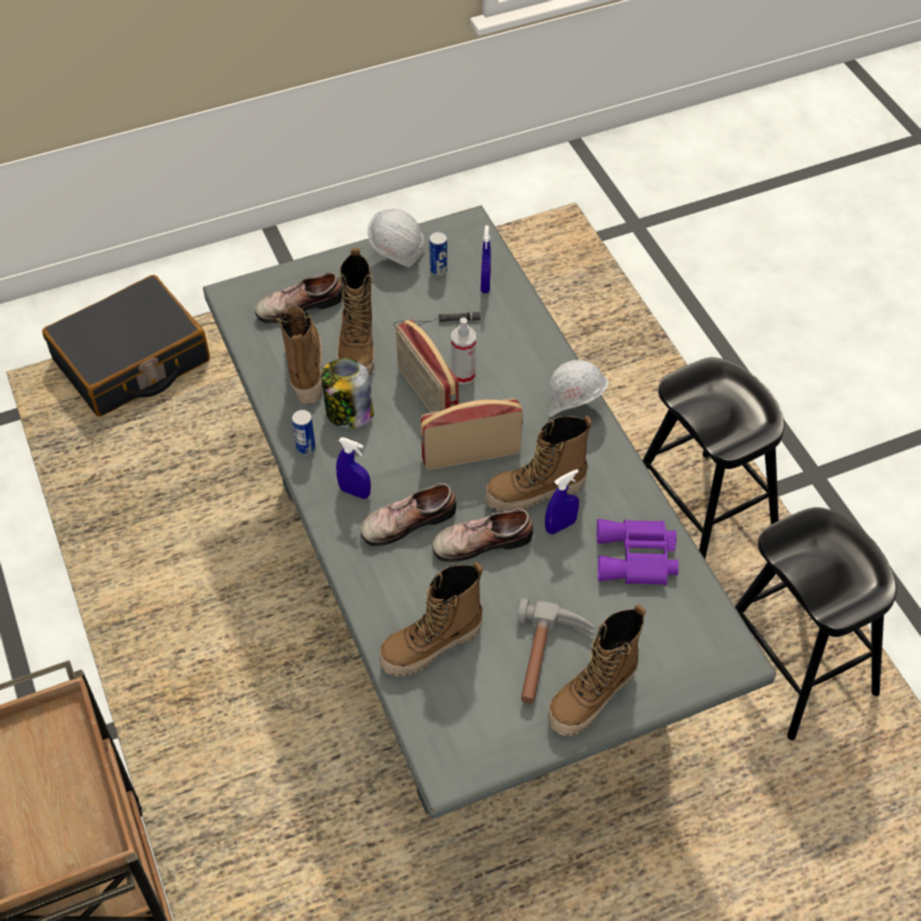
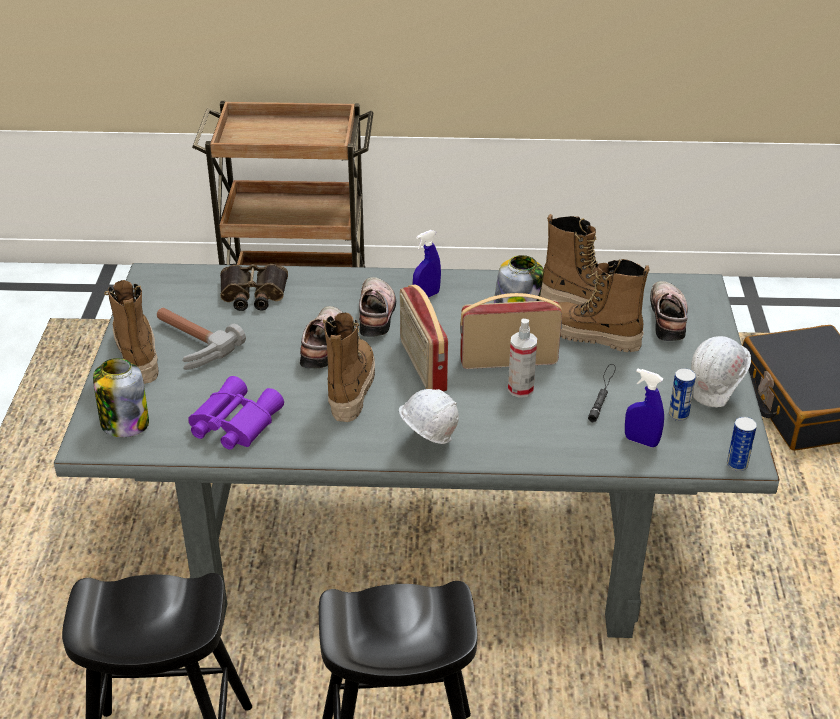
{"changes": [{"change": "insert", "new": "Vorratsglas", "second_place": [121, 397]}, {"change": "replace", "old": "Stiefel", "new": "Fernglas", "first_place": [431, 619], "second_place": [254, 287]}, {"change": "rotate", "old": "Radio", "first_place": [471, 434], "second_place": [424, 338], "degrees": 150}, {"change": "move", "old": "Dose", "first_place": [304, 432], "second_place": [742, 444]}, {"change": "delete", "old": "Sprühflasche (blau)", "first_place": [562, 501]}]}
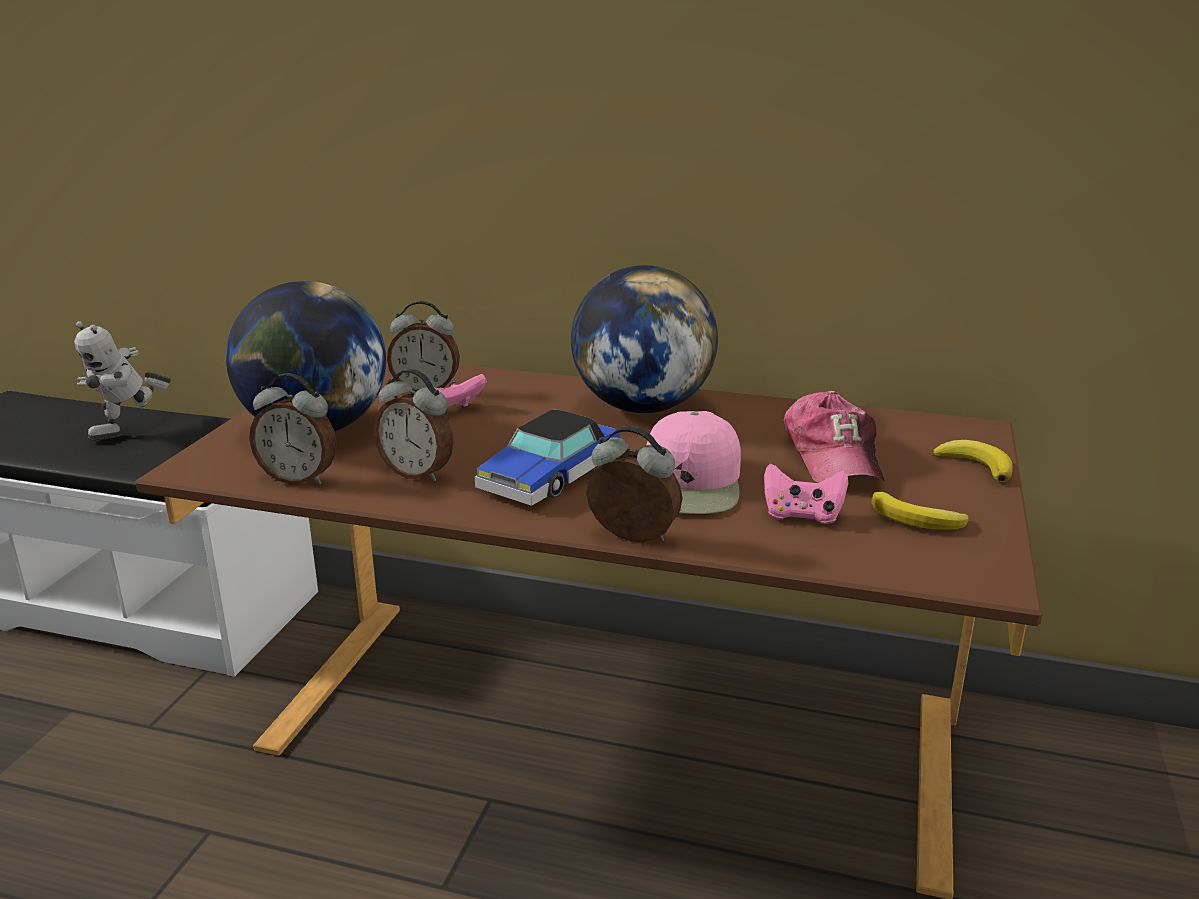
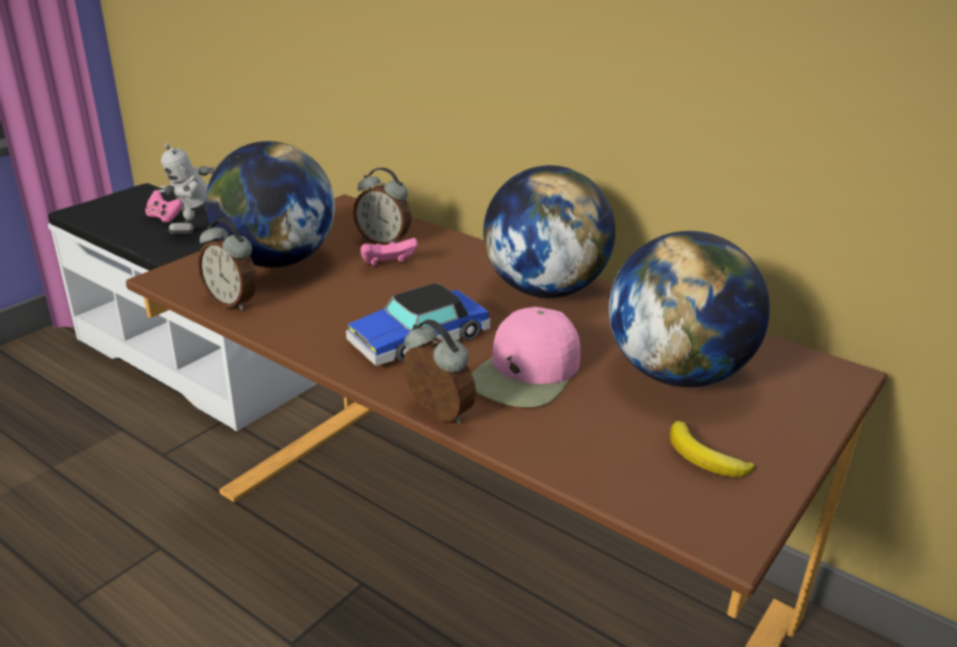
{"changes": [{"change": "move", "old": "Gamepad (rosa)", "first_place": [806, 494], "second_place": [164, 206]}, {"change": "replace", "old": "Kappe", "new": "Globus", "first_place": [834, 437], "second_place": [689, 309]}, {"change": "delete", "old": "Wecker", "first_place": [413, 425]}, {"change": "delete", "old": "Banane", "first_place": [972, 461]}]}
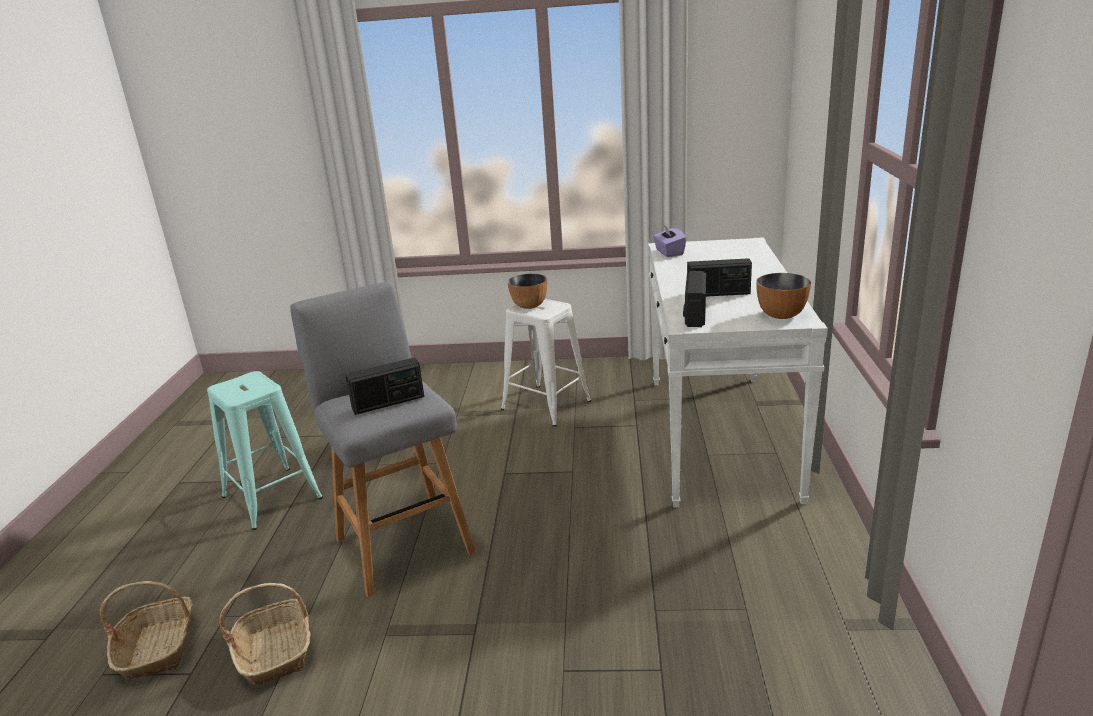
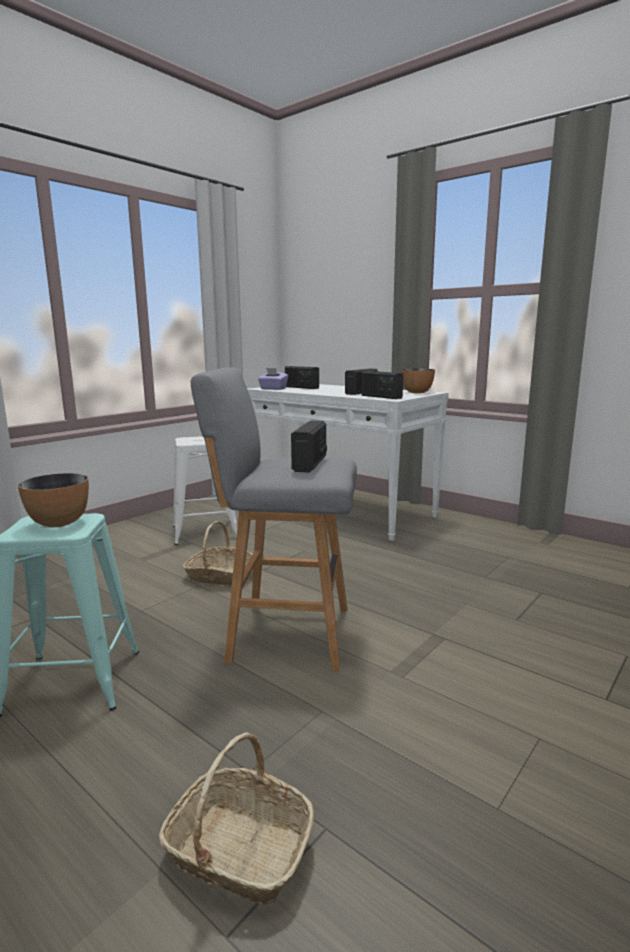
{"changes": [{"change": "move", "old": "Schüssel", "first_place": [527, 291], "second_place": [53, 500]}, {"change": "move", "old": "Korb", "first_place": [264, 634], "second_place": [218, 553]}, {"change": "insert", "new": "Radio", "second_place": [302, 377]}]}
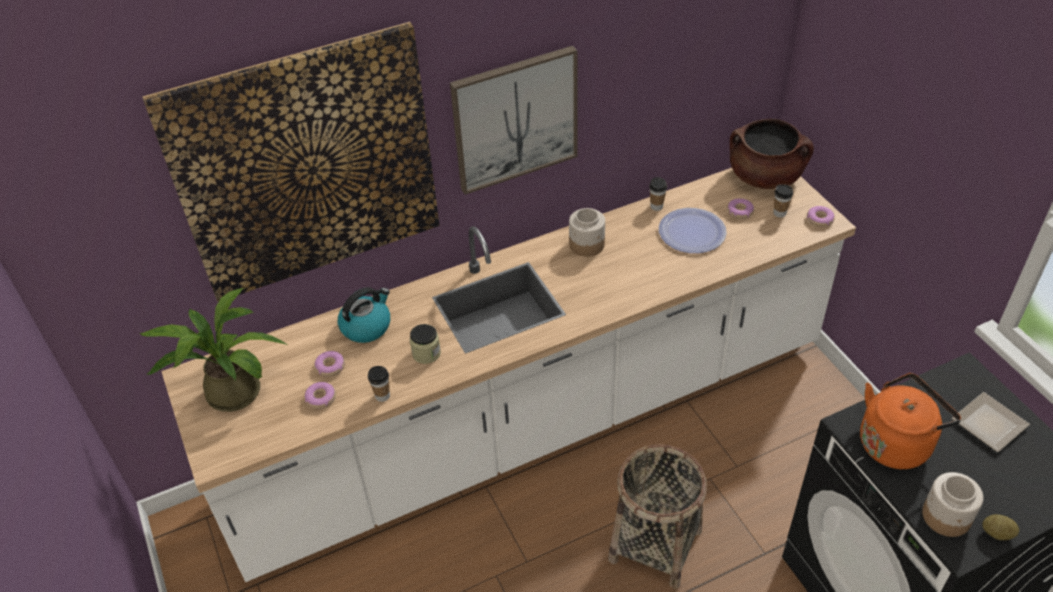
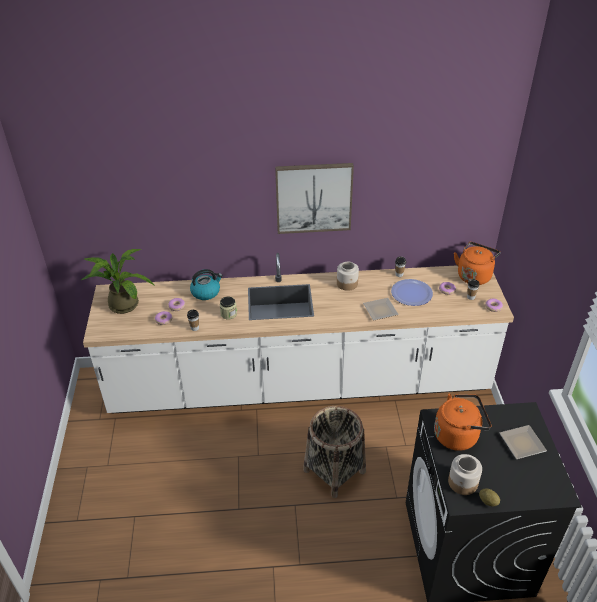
{"changes": [{"change": "insert", "new": "Teller", "second_place": [381, 309]}, {"change": "replace", "old": "Kochtopf (braun)", "new": "Wasserkessel (orange)", "first_place": [772, 154], "second_place": [477, 263]}, {"change": "delete", "old": "Bild", "first_place": [291, 162]}]}
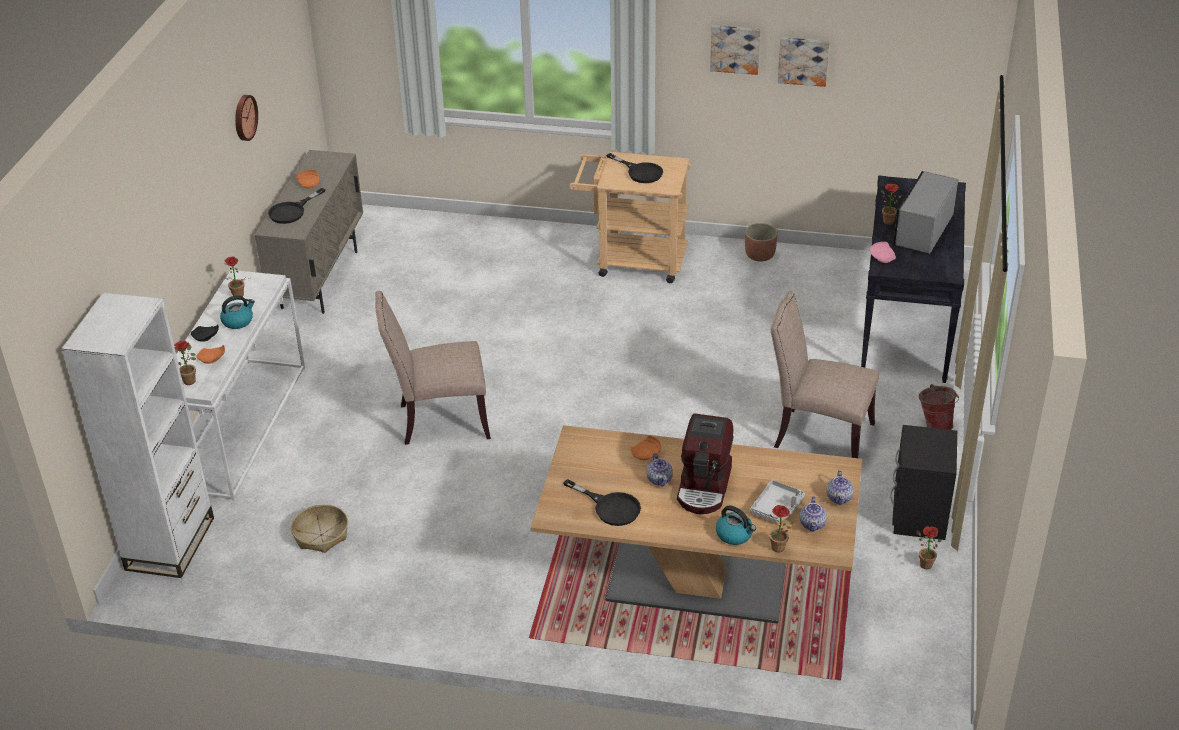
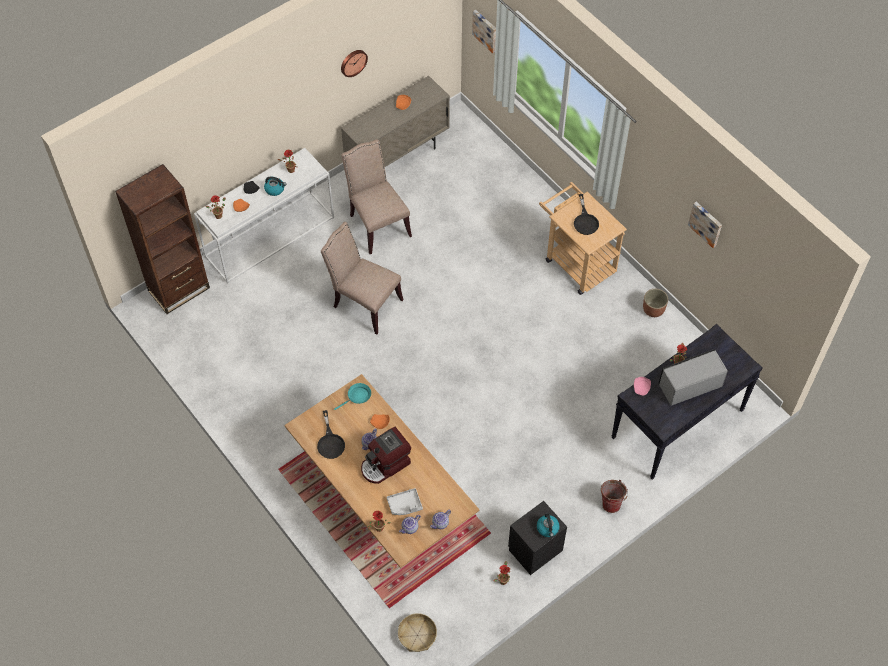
{"changes": [{"change": "recolor", "old": "Bücherregal (weiß)", "new": "Bücherregal (braun)", "first_place": [137, 435], "second_place": [162, 239]}, {"change": "insert", "new": "Pfanne (türkis)", "second_place": [352, 396]}, {"change": "move", "old": "Stuhl (beige)", "first_place": [824, 374], "second_place": [376, 196]}, {"change": "move", "old": "Korb", "first_place": [319, 528], "second_place": [417, 632]}, {"change": "move", "old": "Bild", "first_place": [735, 50], "second_place": [484, 31]}, {"change": "move", "old": "Wasserkessel", "first_place": [736, 525], "second_place": [548, 525]}, {"change": "delete", "old": "Pfanne (schwarz)", "first_place": [296, 206]}]}
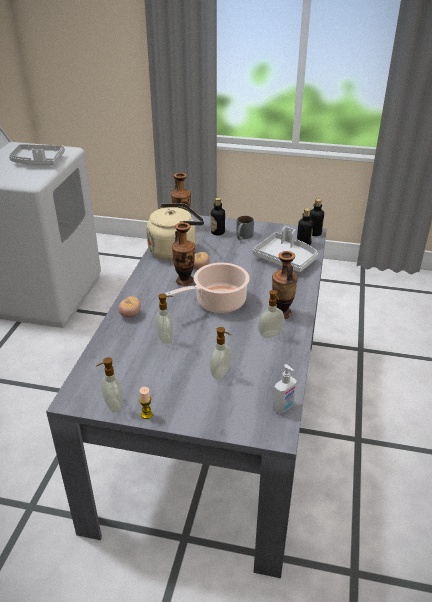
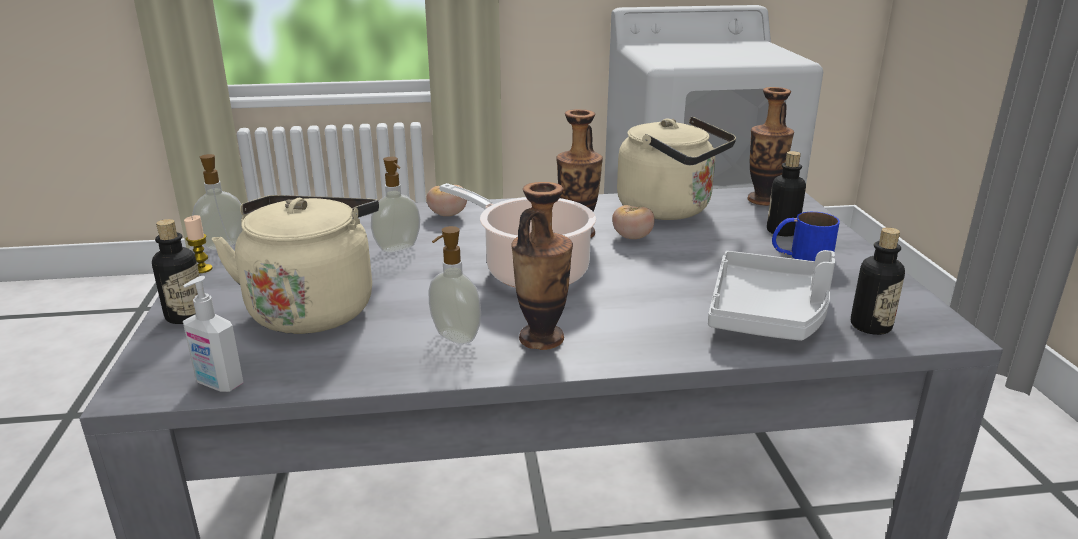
{"changes": [{"change": "move", "old": "Flasche", "first_place": [317, 217], "second_place": [175, 271]}, {"change": "replace", "old": "Seifenspender", "new": "Wasserkessel (beige)", "first_place": [220, 353], "second_place": [295, 264]}, {"change": "recolor", "old": "Henkelbecher (grau)", "new": "Henkelbecher (blau)", "first_place": [245, 228], "second_place": [806, 236]}, {"change": "delete", "old": "Tablett (grau)", "first_place": [37, 154]}]}
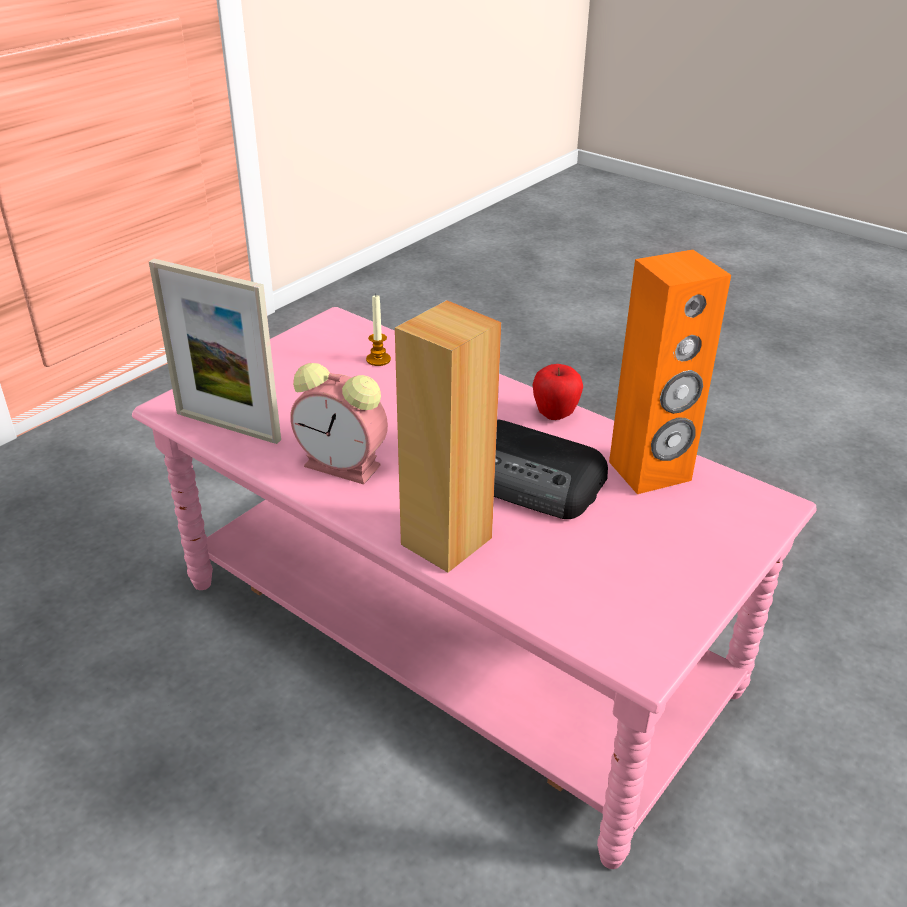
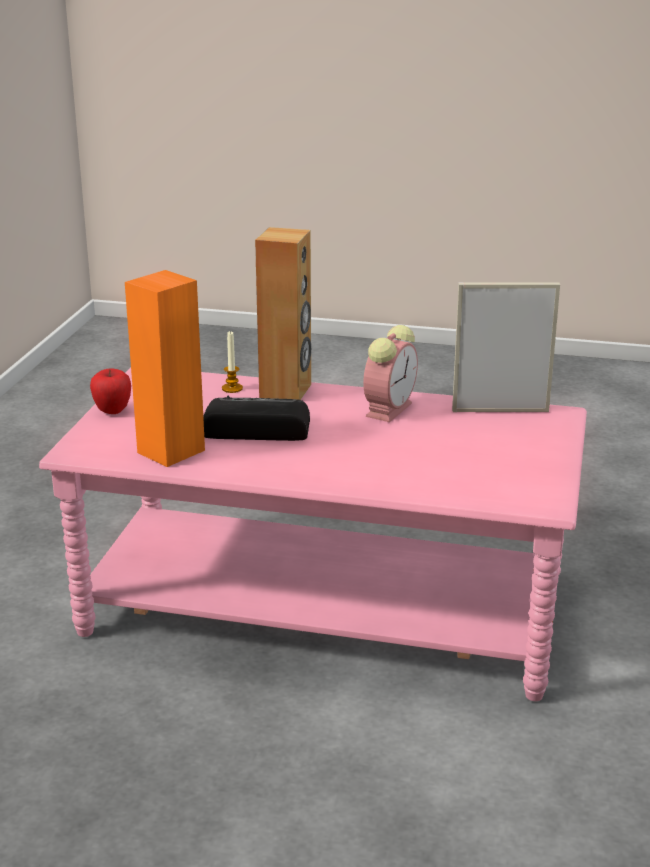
{"changes": [{"change": "move", "old": "Apfel", "first_place": [557, 392], "second_place": [110, 391]}, {"change": "move", "old": "Kerze", "first_place": [378, 330], "second_place": [232, 361]}, {"change": "rotate", "old": "Wecker", "first_place": [339, 424], "second_place": [390, 373], "degrees": 120}]}
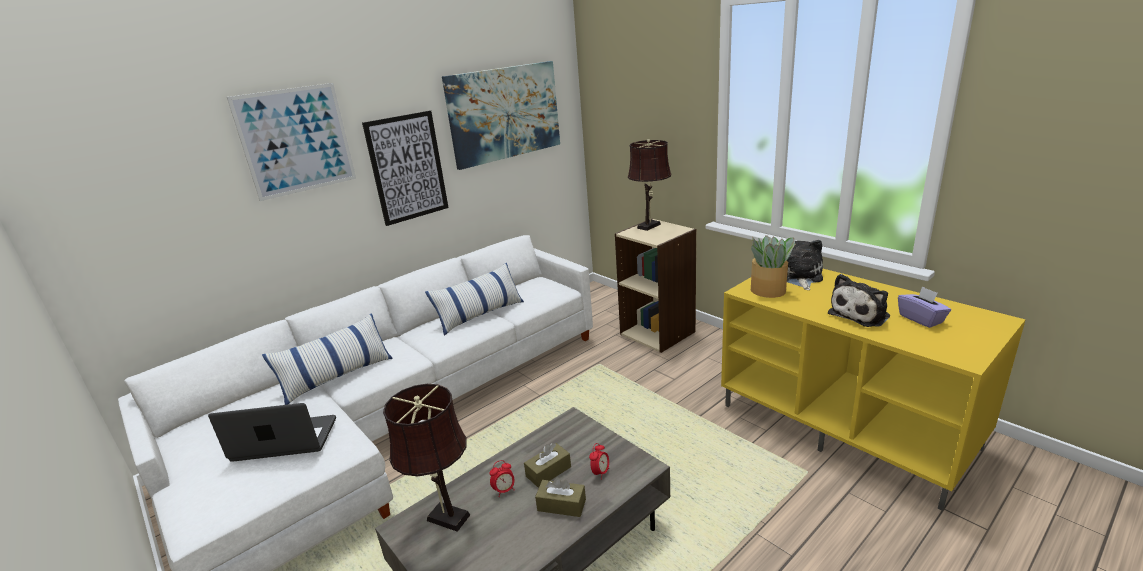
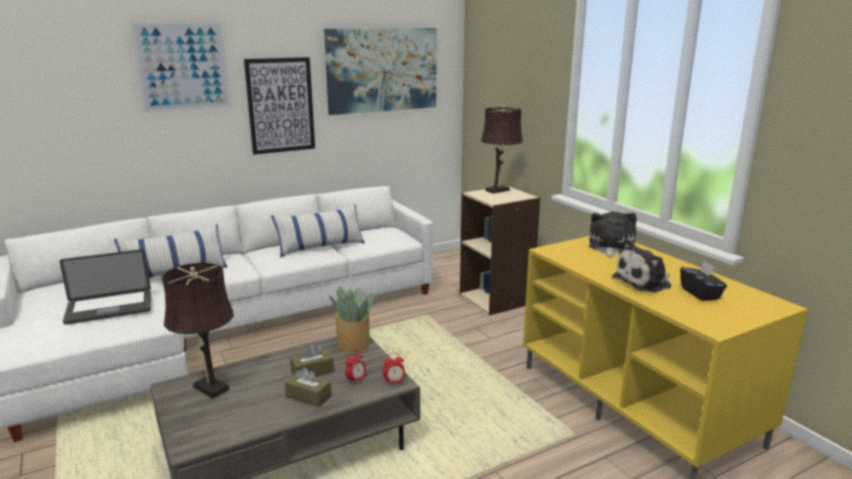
{"changes": [{"change": "rotate", "old": "Laptop", "first_place": [272, 432], "second_place": [105, 286], "degrees": 150}, {"change": "move", "old": "Topfpflanze", "first_place": [773, 266], "second_place": [351, 319]}, {"change": "move", "old": "Wecker", "first_place": [502, 478], "second_place": [394, 369]}, {"change": "recolor", "old": "Taschentuchbox (lila)", "new": "Taschentuchbox (schwarz)", "first_place": [924, 307], "second_place": [703, 281]}]}
